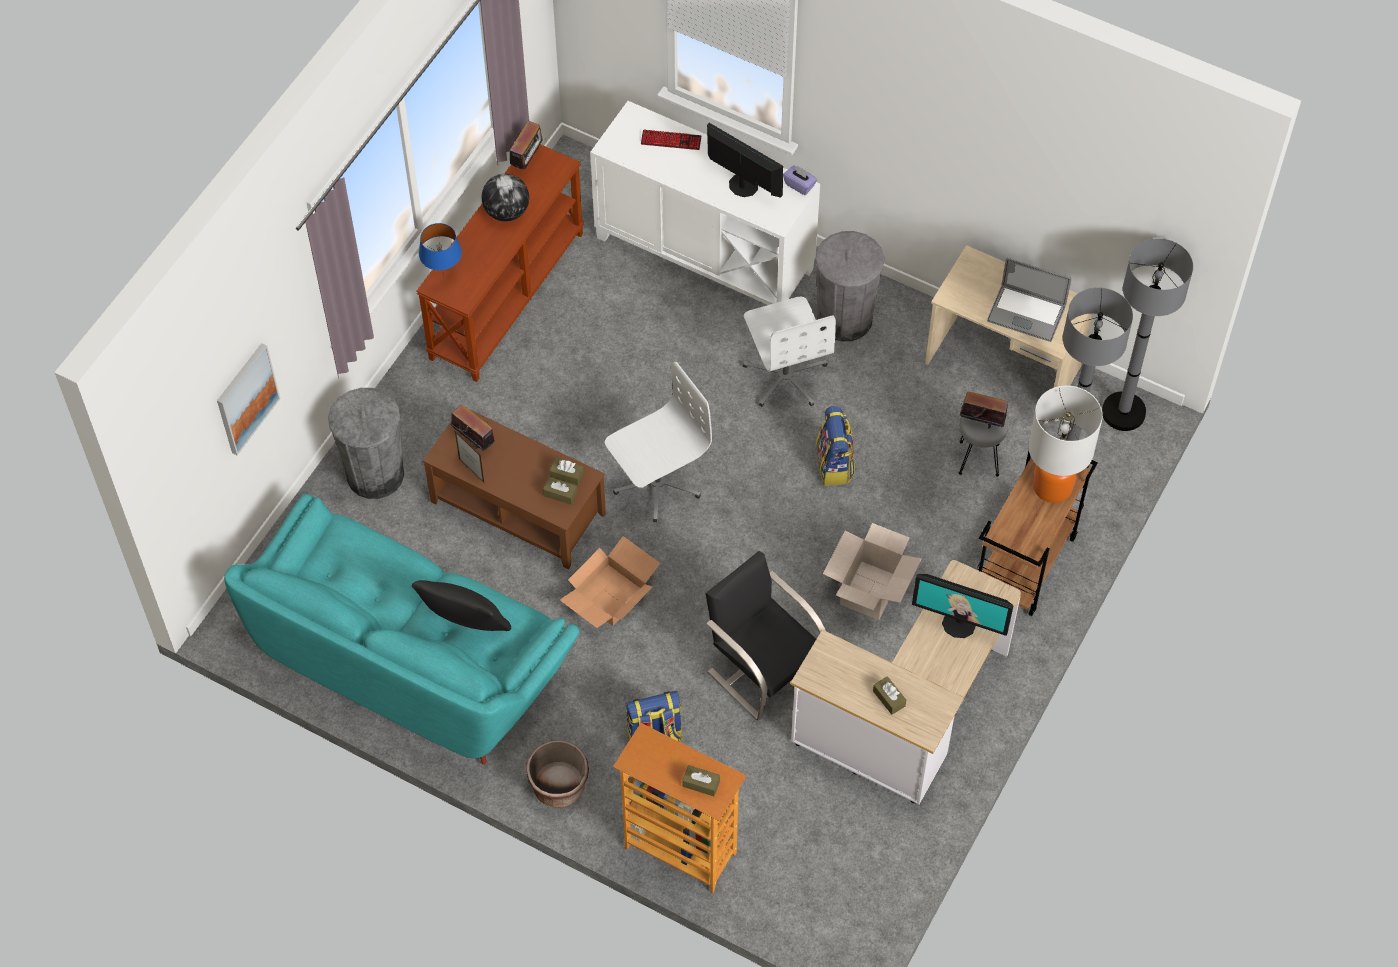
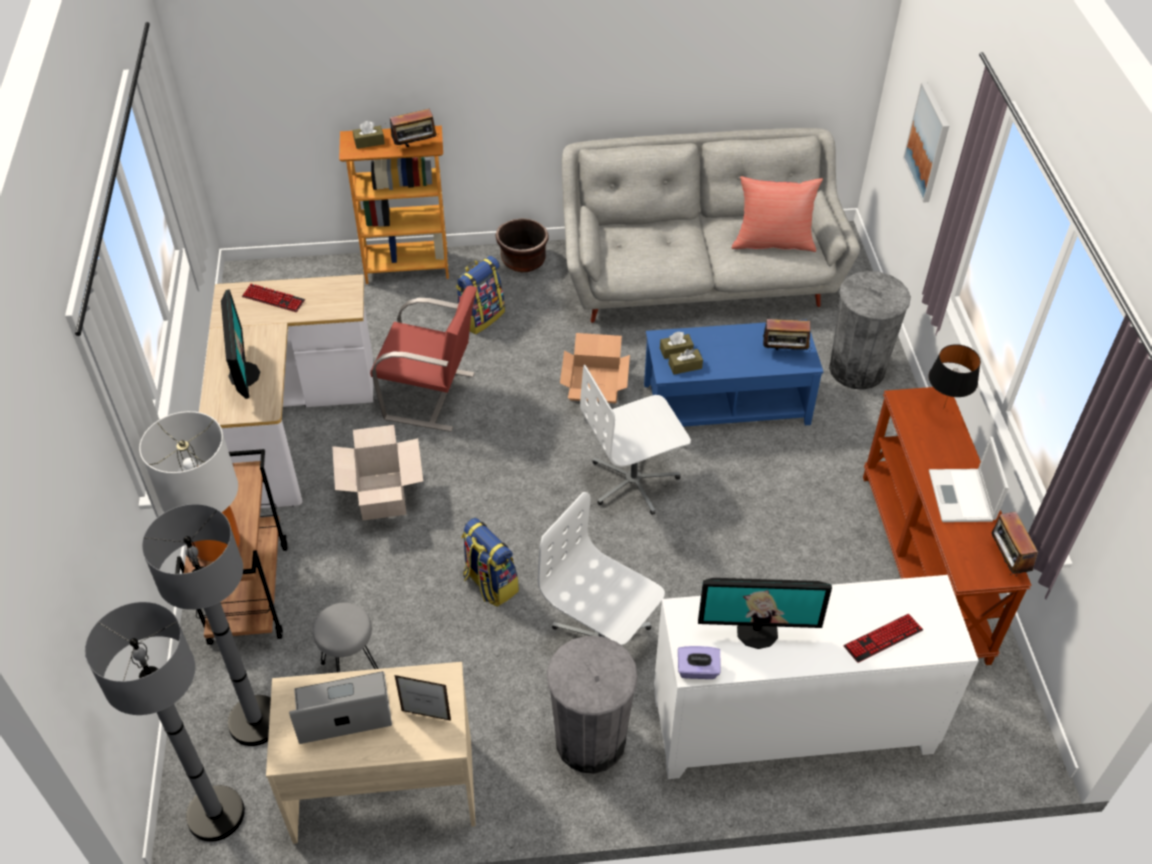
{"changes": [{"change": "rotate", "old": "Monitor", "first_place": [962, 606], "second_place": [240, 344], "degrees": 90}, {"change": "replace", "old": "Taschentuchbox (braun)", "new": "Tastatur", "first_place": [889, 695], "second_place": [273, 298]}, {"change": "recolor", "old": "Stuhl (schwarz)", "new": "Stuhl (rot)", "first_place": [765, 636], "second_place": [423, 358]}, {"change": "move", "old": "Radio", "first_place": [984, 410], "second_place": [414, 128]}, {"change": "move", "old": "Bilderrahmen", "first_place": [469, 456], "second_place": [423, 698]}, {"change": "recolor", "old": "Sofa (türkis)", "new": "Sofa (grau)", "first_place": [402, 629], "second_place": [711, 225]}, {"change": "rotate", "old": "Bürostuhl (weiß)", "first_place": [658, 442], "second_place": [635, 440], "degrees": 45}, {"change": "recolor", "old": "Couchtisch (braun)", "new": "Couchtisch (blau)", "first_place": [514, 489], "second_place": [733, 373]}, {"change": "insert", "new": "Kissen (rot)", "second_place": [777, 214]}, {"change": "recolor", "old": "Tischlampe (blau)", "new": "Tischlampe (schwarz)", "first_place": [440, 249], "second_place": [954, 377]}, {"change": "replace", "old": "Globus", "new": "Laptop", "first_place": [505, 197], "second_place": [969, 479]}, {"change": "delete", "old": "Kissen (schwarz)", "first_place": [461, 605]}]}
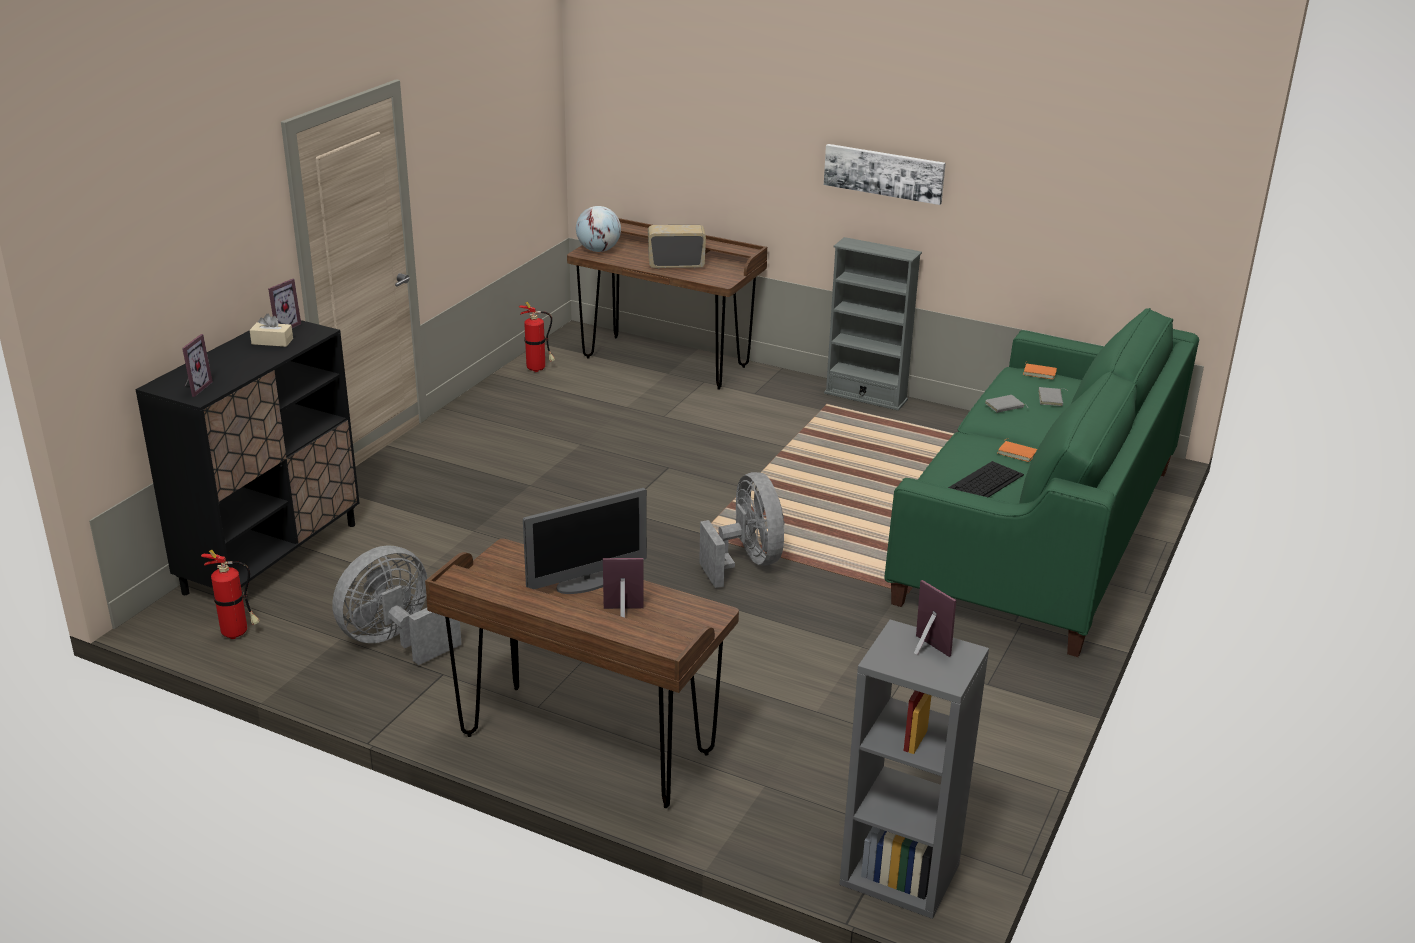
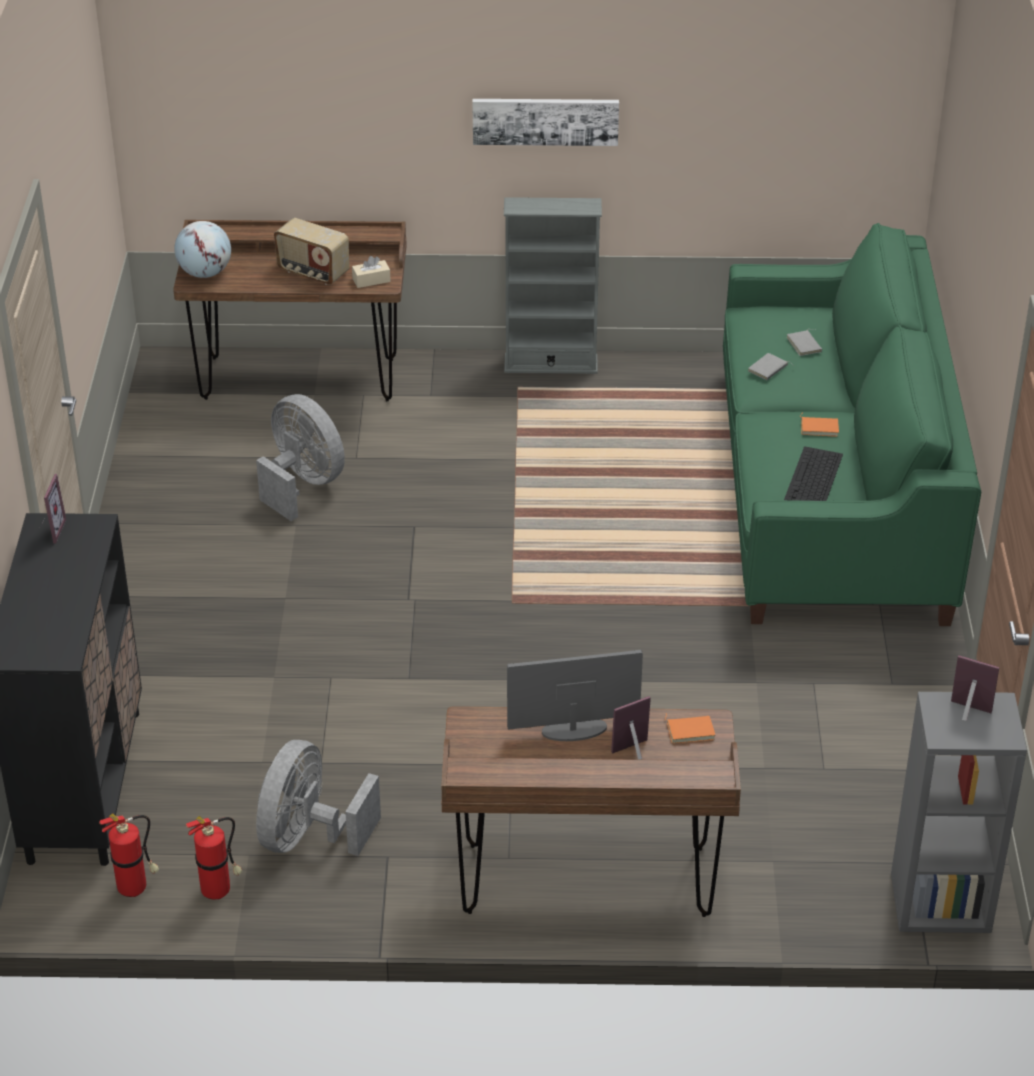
{"changes": [{"change": "move", "old": "Feuerlöscher", "first_place": [537, 337], "second_place": [214, 858]}, {"change": "move", "old": "Ventilator (grau)", "first_place": [742, 530], "second_place": [300, 457]}, {"change": "rotate", "old": "Radio", "first_place": [677, 247], "second_place": [311, 251], "degrees": -120}, {"change": "move", "old": "Taschentuchbox (beige)", "first_place": [271, 330], "second_place": [371, 272]}, {"change": "rotate", "old": "Monitor", "first_place": [585, 541], "second_place": [575, 695], "degrees": -135}, {"change": "move", "old": "Buch (orange)", "first_place": [1040, 371], "second_place": [690, 728]}, {"change": "delete", "old": "Bilderrahmen", "first_place": [197, 365]}]}
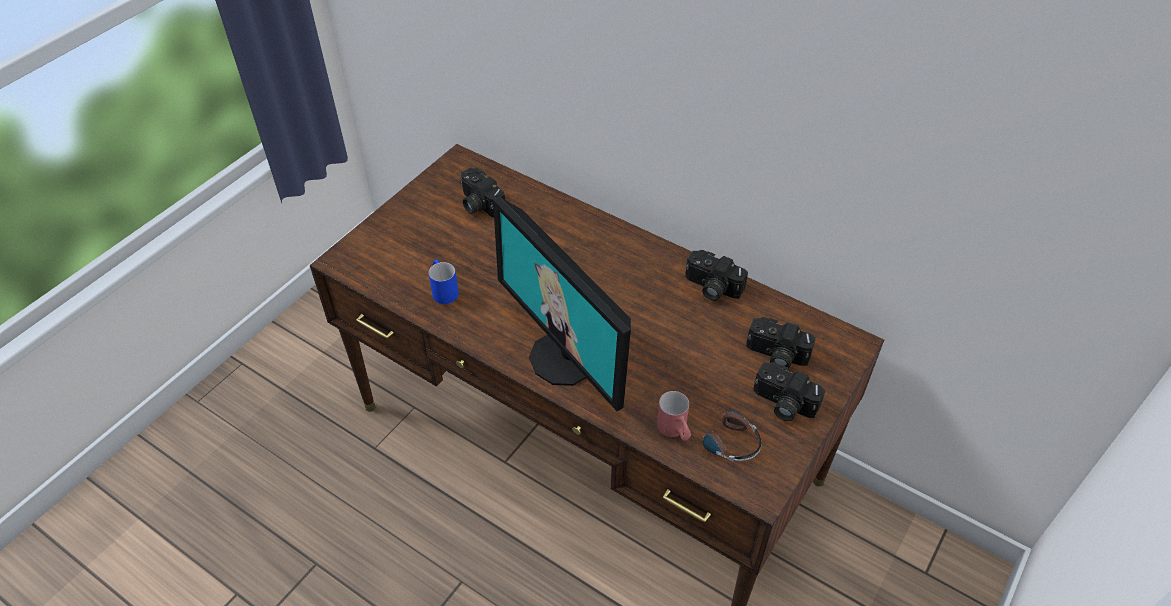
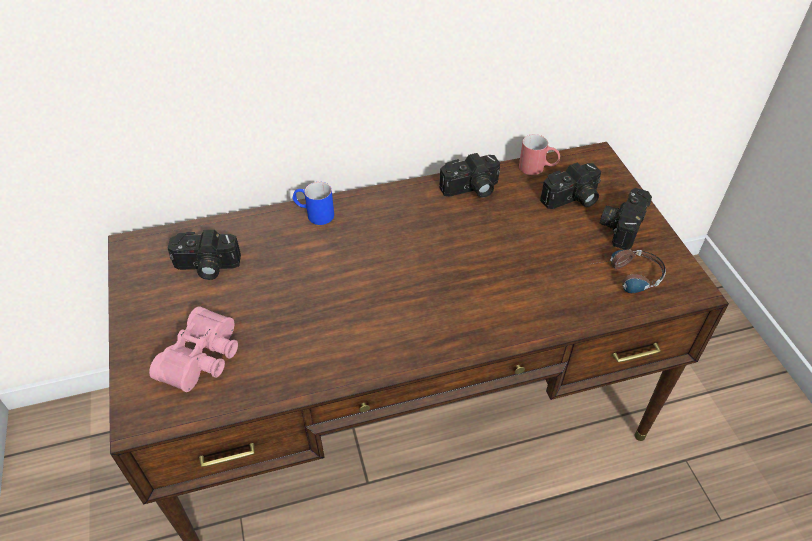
{"changes": [{"change": "insert", "new": "Fernglas (rosa)", "second_place": [193, 349]}, {"change": "move", "old": "Henkelbecher (blau)", "first_place": [444, 282], "second_place": [313, 203]}, {"change": "move", "old": "Henkelbecher (rot)", "first_place": [674, 416], "second_place": [539, 154]}, {"change": "rotate", "old": "Kamera", "first_place": [789, 391], "second_place": [626, 219], "degrees": 135}, {"change": "delete", "old": "Monitor", "first_place": [562, 304]}]}
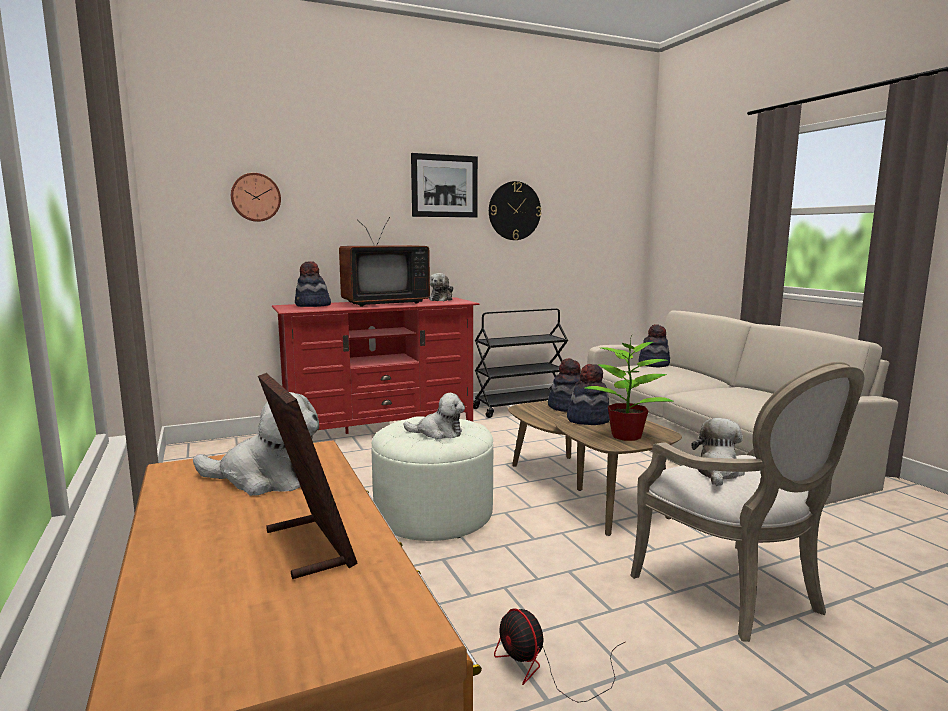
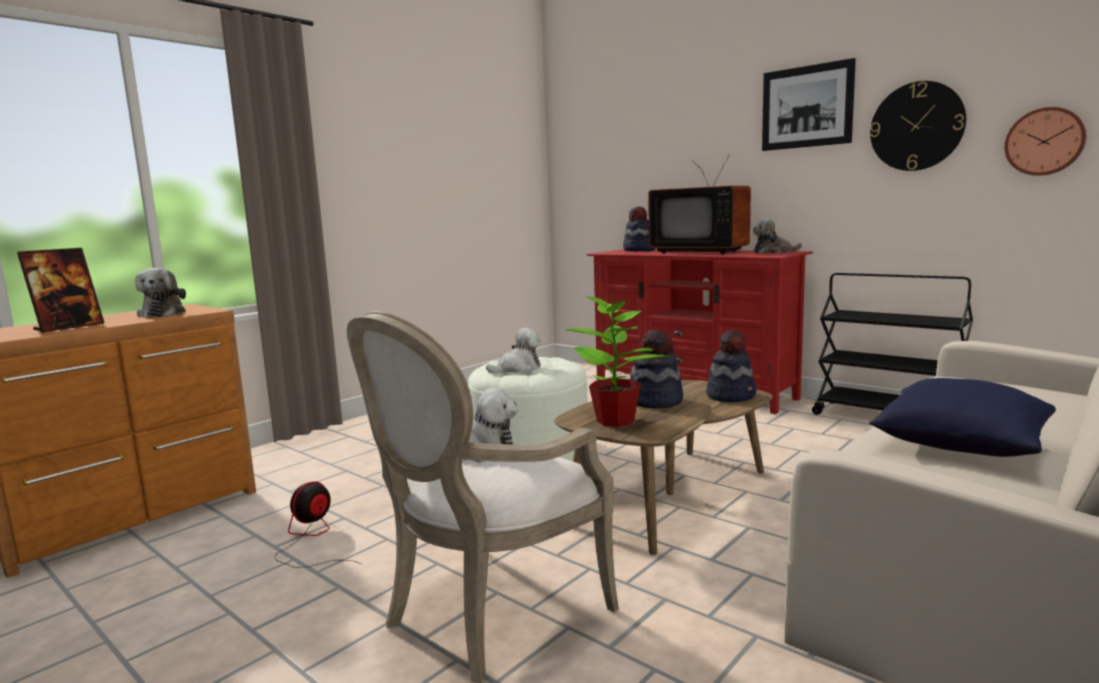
{"changes": [{"change": "rotate", "old": "Plüschtier", "first_place": [434, 416], "second_place": [513, 350], "degrees": -105}, {"change": "insert", "new": "Kissen (blau)", "second_place": [962, 417]}, {"change": "move", "old": "Wanduhr", "first_place": [256, 197], "second_place": [1045, 141]}, {"change": "delete", "old": "Hut", "first_place": [654, 345]}]}
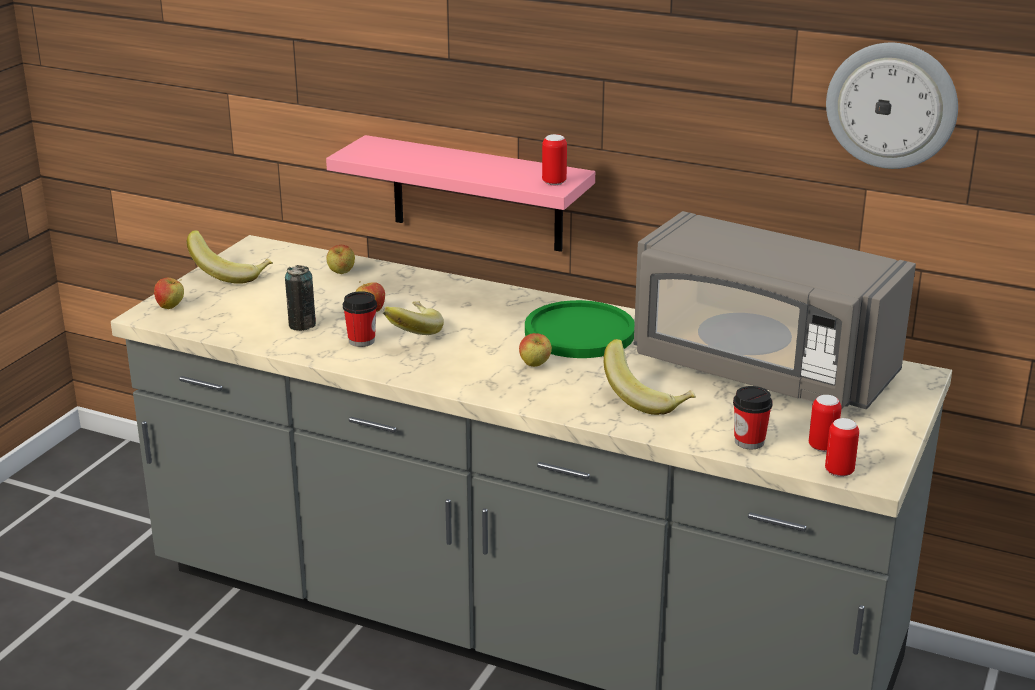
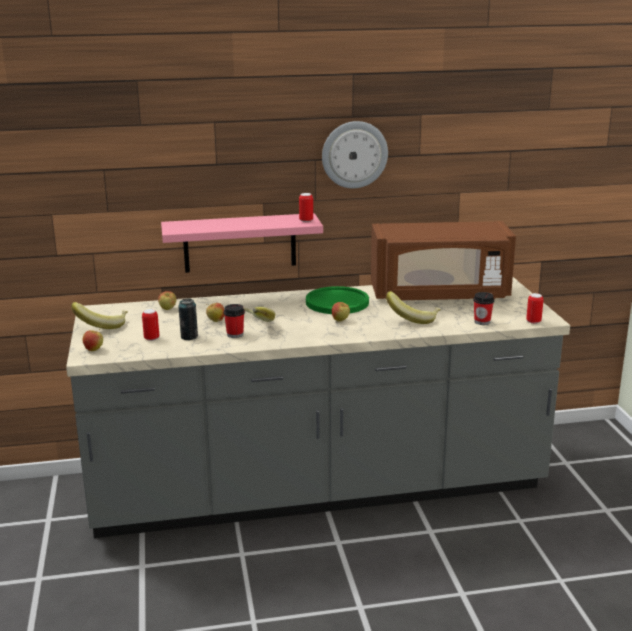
{"changes": [{"change": "move", "old": "Dose", "first_place": [825, 423], "second_place": [150, 325]}, {"change": "move", "old": "Wanduhr", "first_place": [892, 106], "second_place": [355, 154]}, {"change": "recolor", "old": "Mikrowelle (grau)", "new": "Mikrowelle (braun)", "first_place": [775, 310], "second_place": [443, 260]}]}
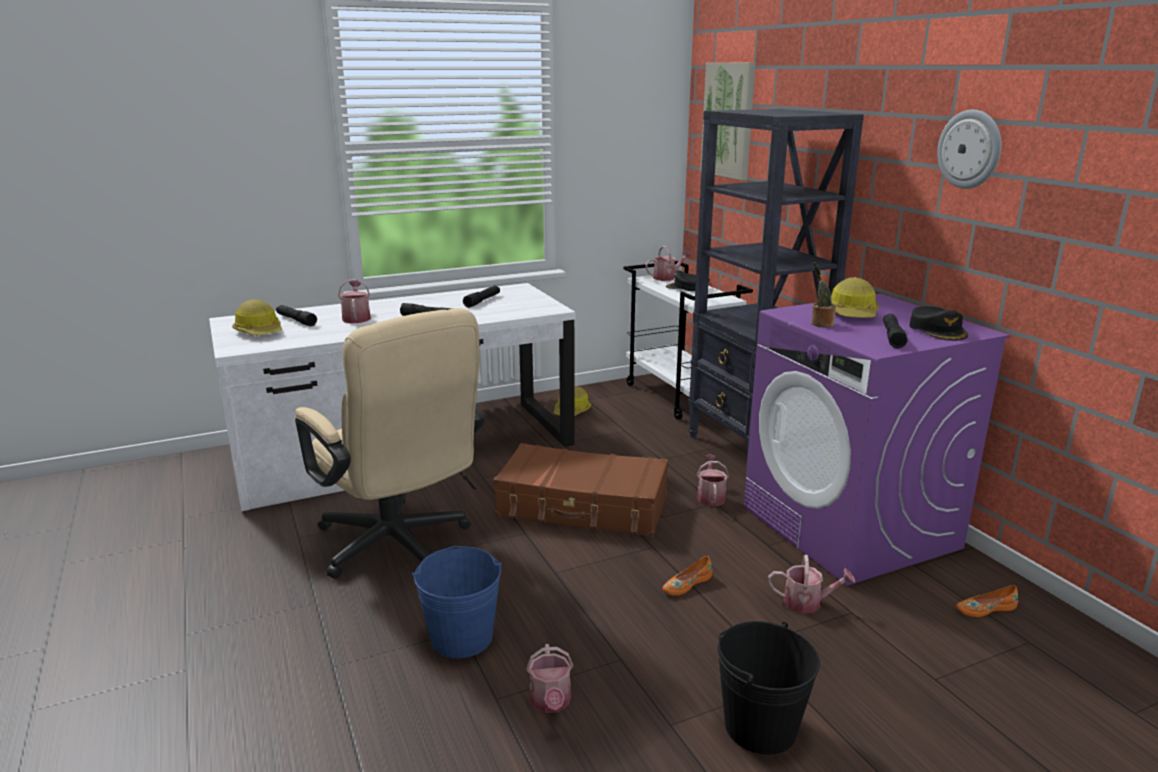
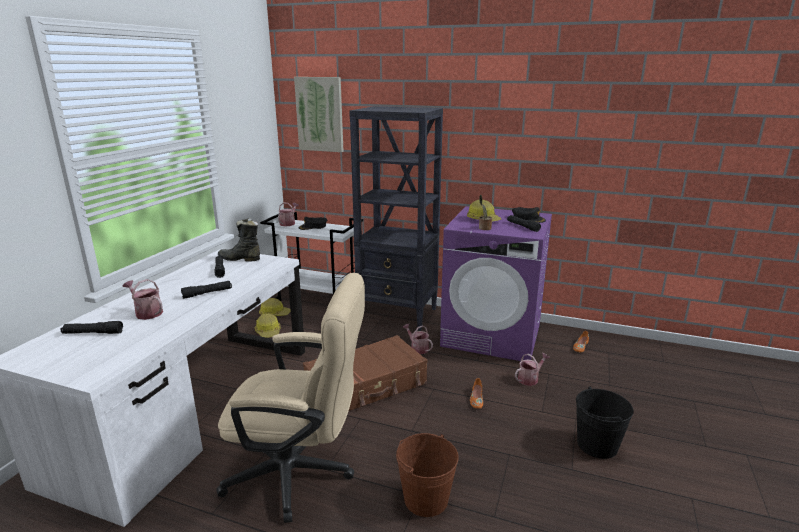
{"changes": [{"change": "insert", "new": "Stiefel (schwarz)", "second_place": [239, 240]}, {"change": "move", "old": "Schutzhelm", "first_place": [257, 317], "second_place": [275, 307]}, {"change": "recolor", "old": "Eimer (blau)", "new": "Eimer (braun)", "first_place": [457, 602], "second_place": [427, 475]}, {"change": "delete", "old": "Gießkanne", "first_place": [549, 678]}, {"change": "delete", "old": "Wanduhr", "first_place": [969, 149]}]}
